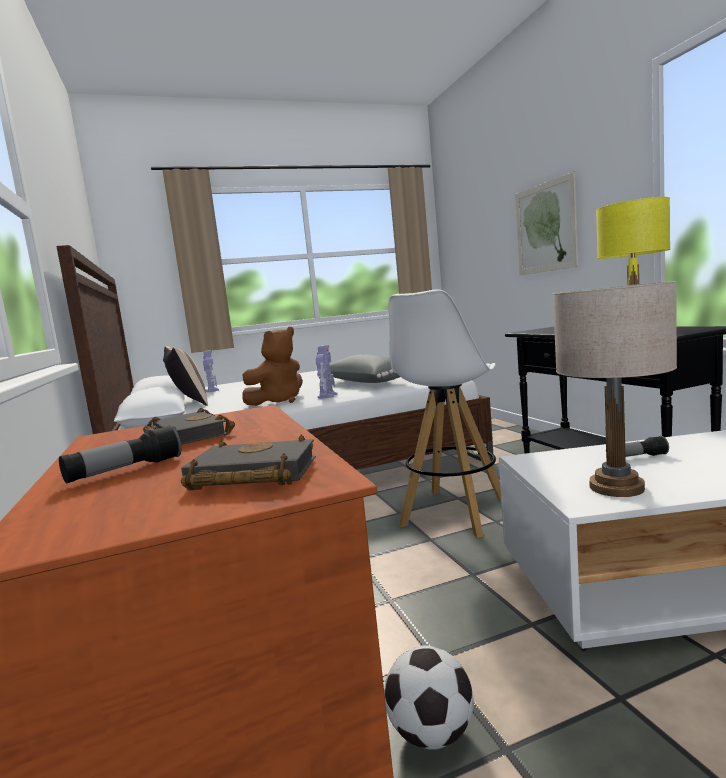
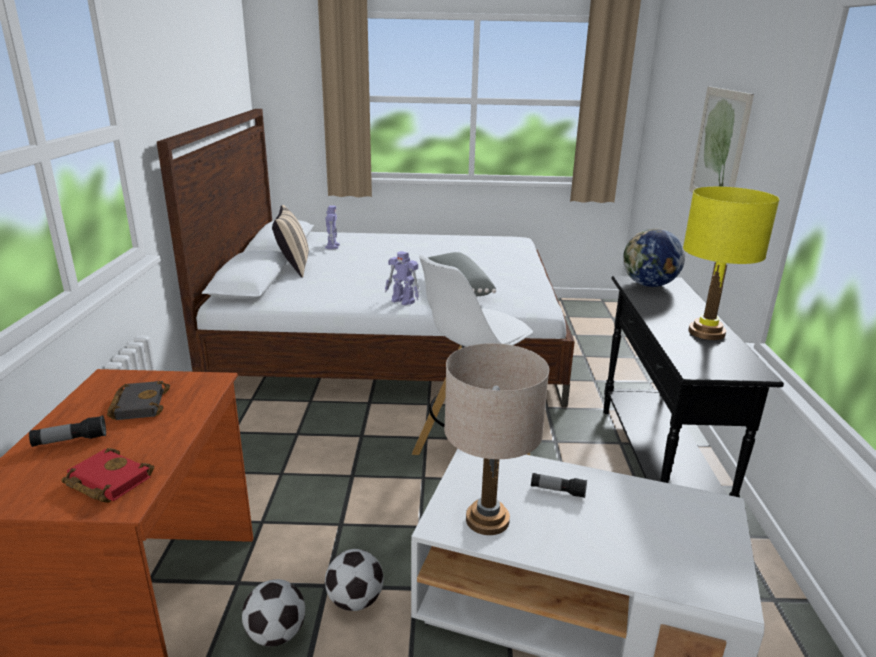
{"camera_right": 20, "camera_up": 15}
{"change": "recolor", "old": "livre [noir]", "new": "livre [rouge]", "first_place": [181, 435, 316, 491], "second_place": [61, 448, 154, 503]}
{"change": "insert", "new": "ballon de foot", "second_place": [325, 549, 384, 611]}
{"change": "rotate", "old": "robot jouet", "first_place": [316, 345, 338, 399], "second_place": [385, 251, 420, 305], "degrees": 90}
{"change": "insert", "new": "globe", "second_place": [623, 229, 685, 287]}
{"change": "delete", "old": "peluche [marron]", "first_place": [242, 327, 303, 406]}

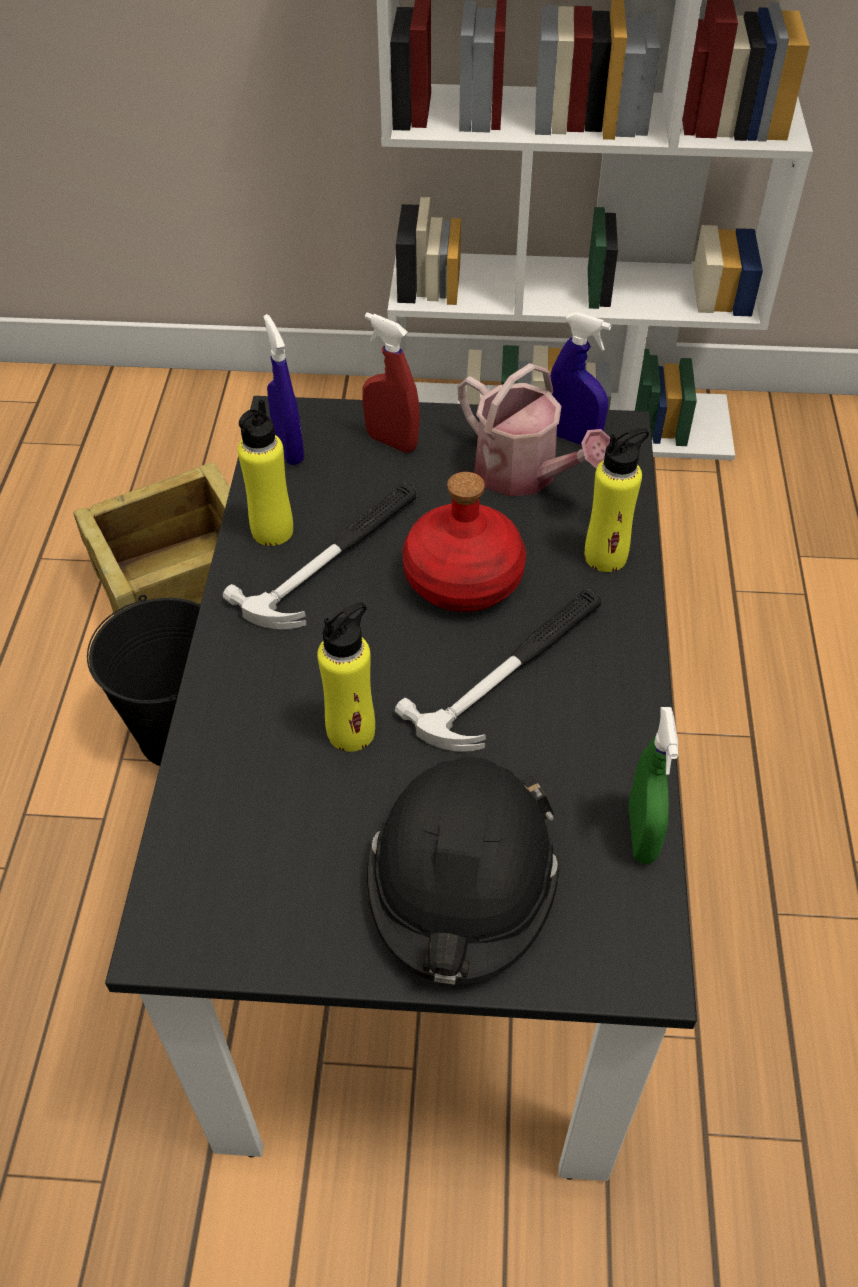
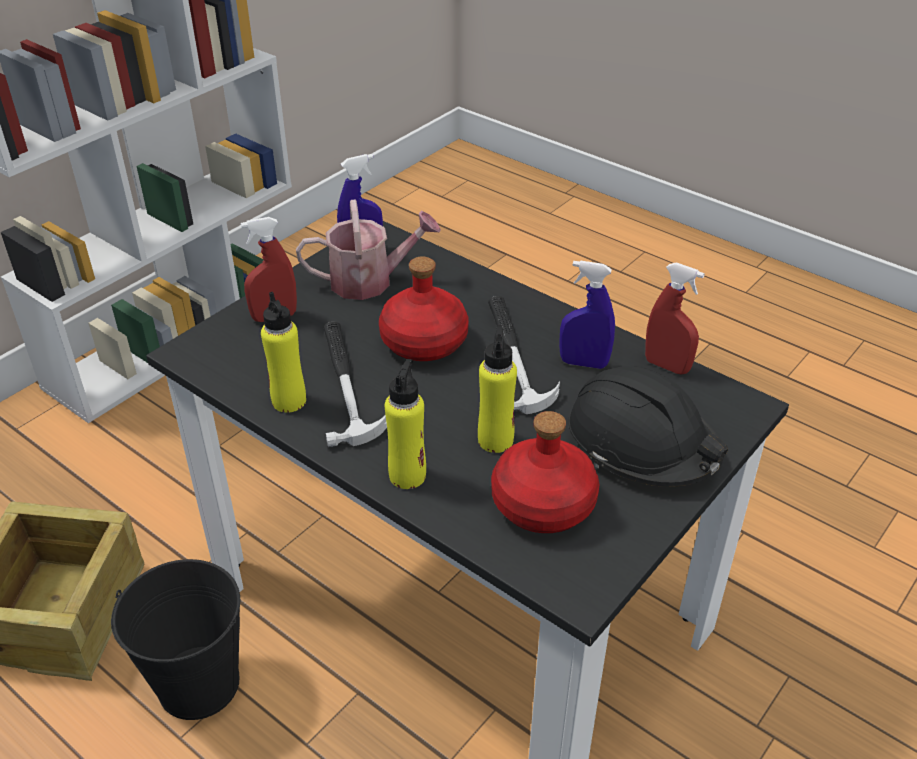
{"camera_right": -55, "camera_up": -10}
{"change": "move", "old": "bouteille [jaune]", "first_place": [585, 428, 649, 572], "second_place": [385, 359, 426, 489]}
{"change": "insert", "new": "bouteille [rouge]", "second_place": [491, 411, 599, 533]}
{"change": "move", "old": "vaporisateur [bleu]", "first_place": [264, 314, 304, 465], "second_place": [559, 260, 615, 369]}
{"change": "recolor", "old": "vaporisateur [vert]", "new": "vaporisateur [rouge]", "first_place": [628, 707, 679, 864], "second_place": [645, 262, 705, 374]}

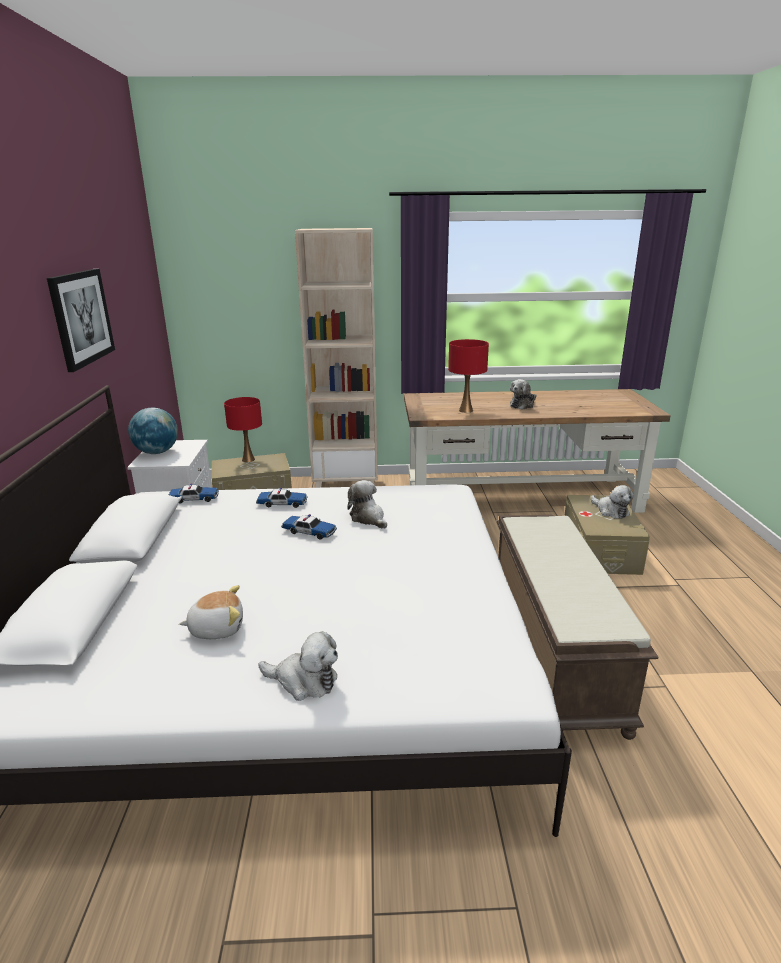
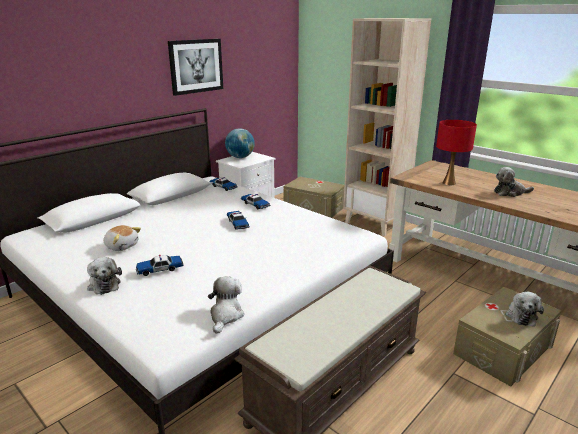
{"camera_right": 45, "camera_up": 0}
{"change": "insert", "new": "petite voiture", "second_place": [136, 255, 183, 276]}
{"change": "move", "old": "peluche", "first_place": [347, 480, 387, 529], "second_place": [208, 276, 244, 334]}
{"change": "delete", "old": "lampe de table [rouge]", "first_place": [224, 397, 262, 462]}

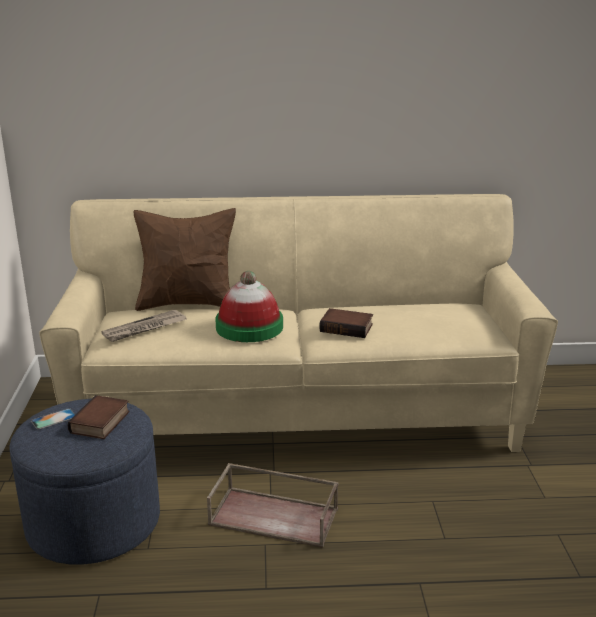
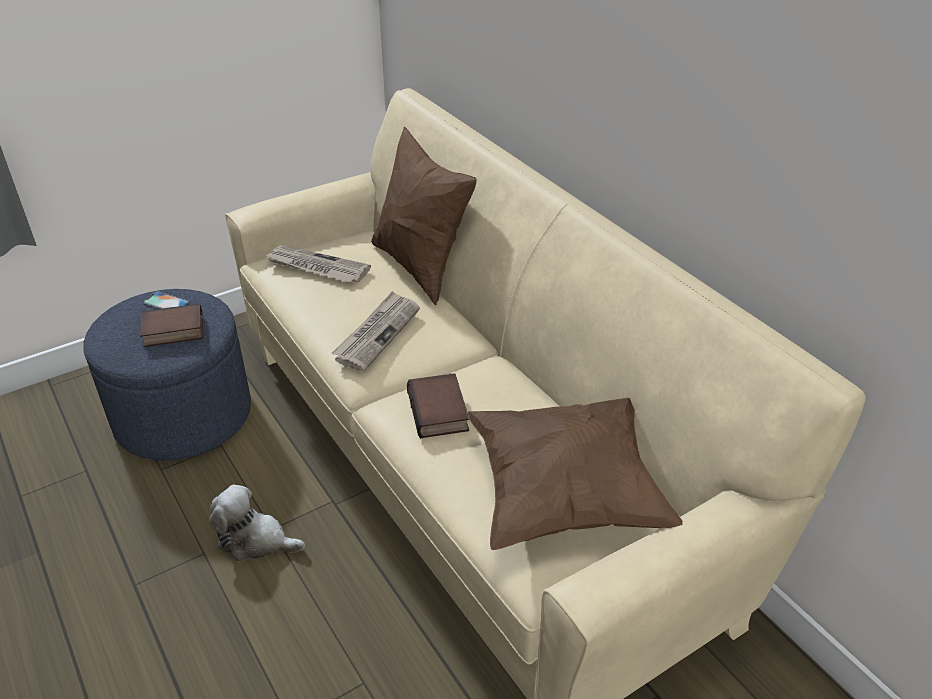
{"camera_right": 60, "camera_up": 15}
{"change": "replace", "old": "plateau [marron]", "new": "peluche", "first_place": [207, 463, 338, 548], "second_place": [209, 485, 305, 561]}
{"change": "replace", "old": "chapeau", "new": "journal", "first_place": [215, 271, 283, 342], "second_place": [332, 291, 420, 371]}
{"change": "insert", "new": "coussin [marron]", "second_place": [466, 398, 683, 550]}

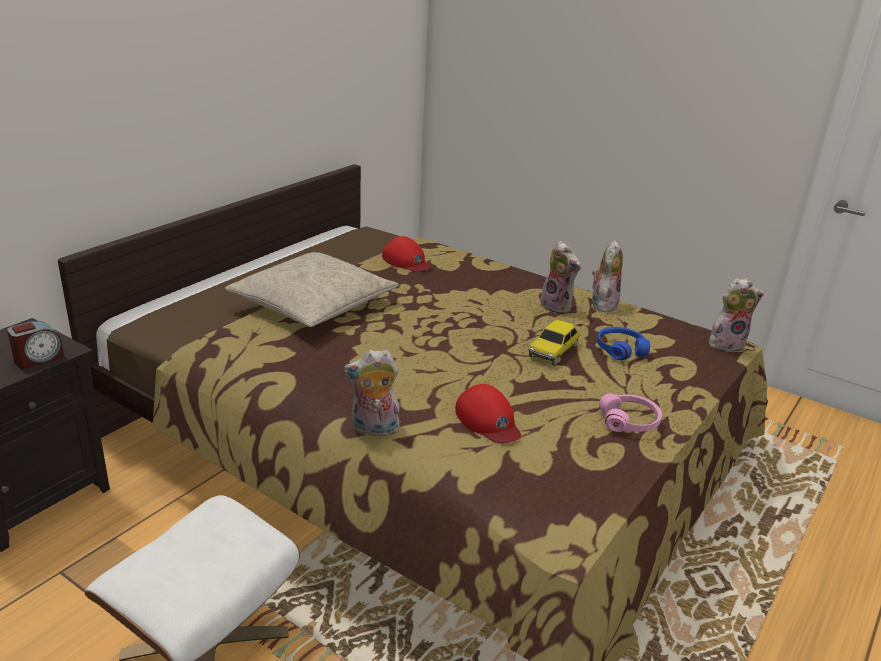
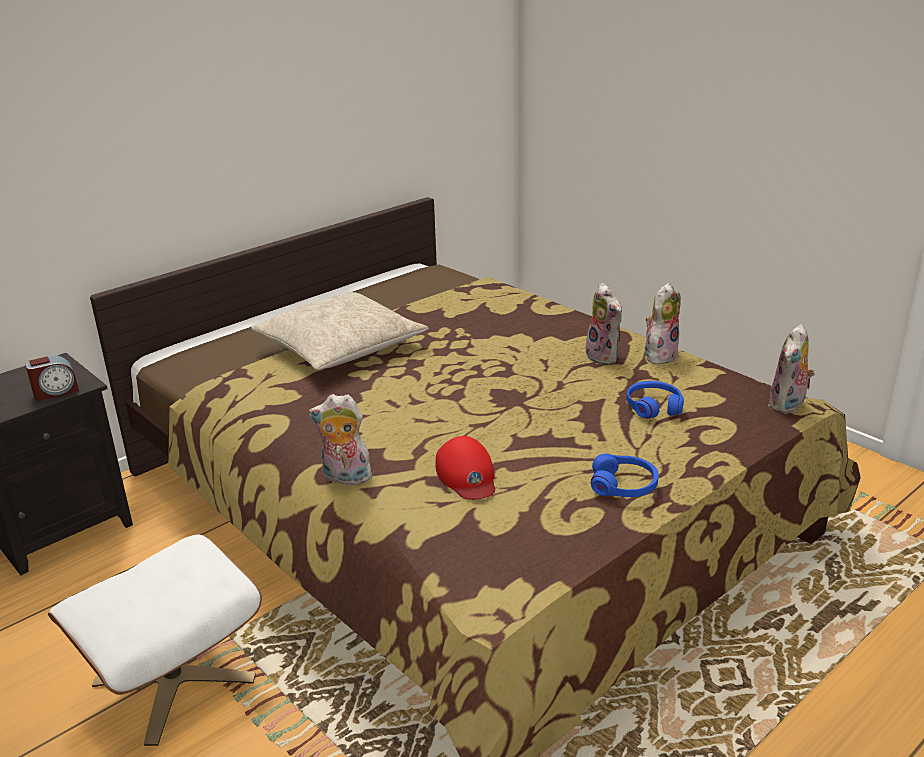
{"camera_right": 15, "camera_up": 0}
{"change": "recolor", "old": "casque audio [rose]", "new": "casque audio [bleu]", "first_place": [599, 393, 662, 432], "second_place": [591, 453, 658, 497]}
{"change": "rotate", "old": "peluche", "first_place": [709, 278, 764, 352], "second_place": [768, 324, 815, 414], "degrees": 120}
{"change": "delete", "old": "casquette [rouge]", "first_place": [382, 236, 432, 272]}
{"change": "delete", "old": "petite voiture", "first_place": [529, 320, 580, 366]}

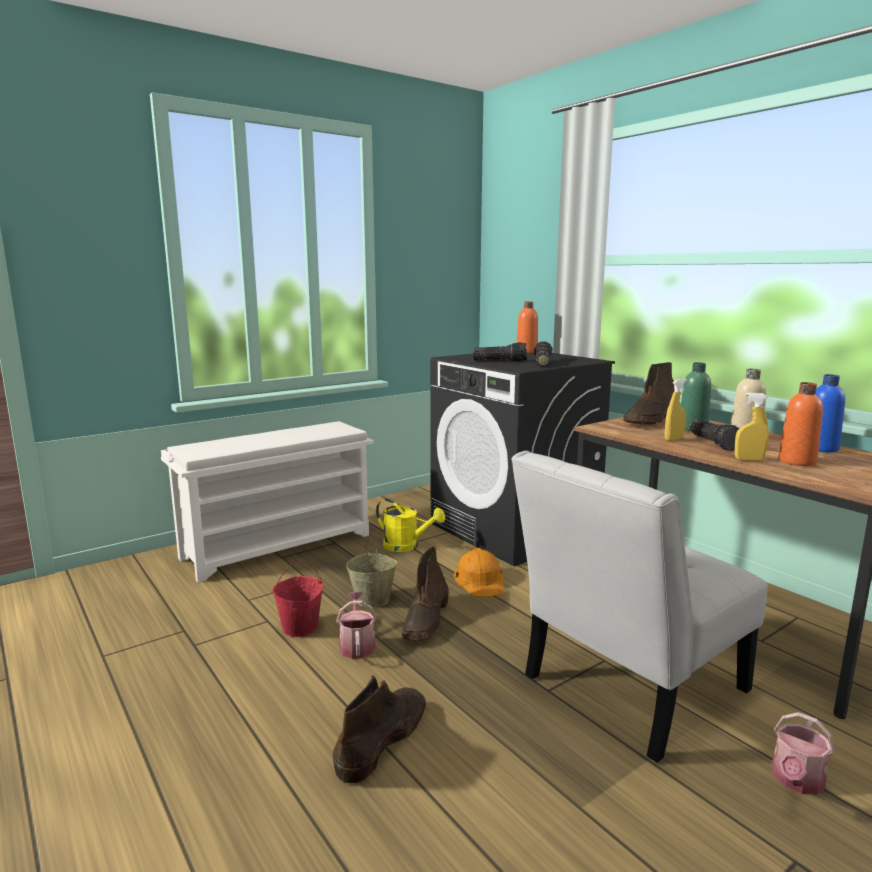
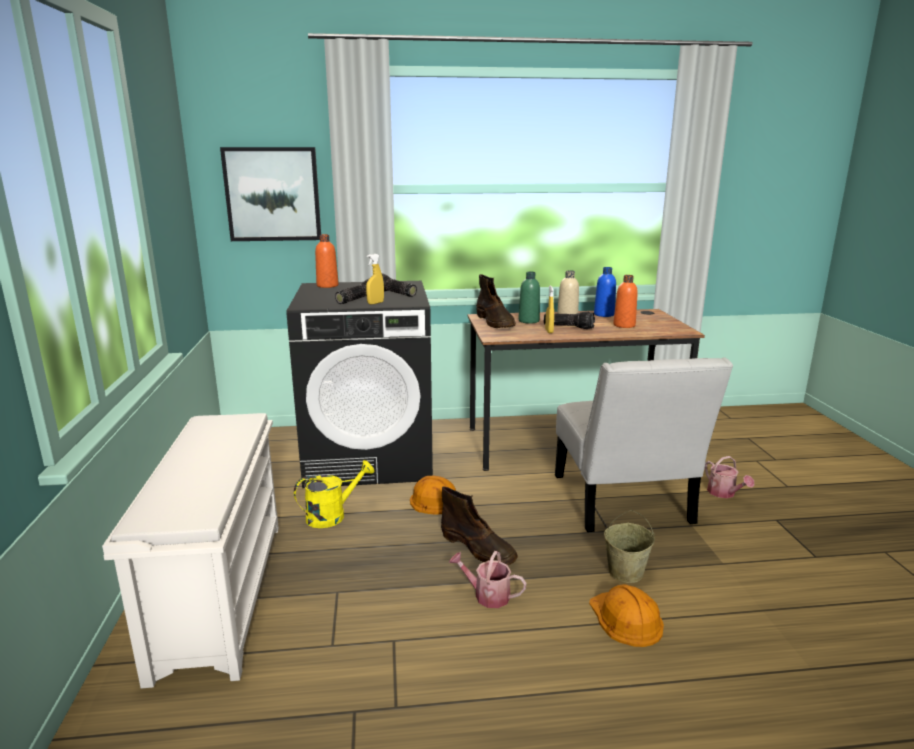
{"camera_right": -60, "camera_up": 5}
{"change": "insert", "new": "tableau", "second_place": [220, 147, 321, 241]}
{"change": "move", "old": "vaporisateur [jaune]", "first_place": [734, 392, 769, 461], "second_place": [366, 254, 384, 305]}
{"change": "replace", "old": "botte [marron]", "new": "casque de chantier [orange]", "first_place": [333, 675, 426, 783], "second_place": [589, 584, 664, 647]}
{"change": "move", "old": "seau [beige]", "first_place": [346, 537, 398, 608], "second_place": [604, 510, 655, 583]}
{"change": "delete", "old": "seau [rouge]", "first_place": [272, 560, 323, 637]}

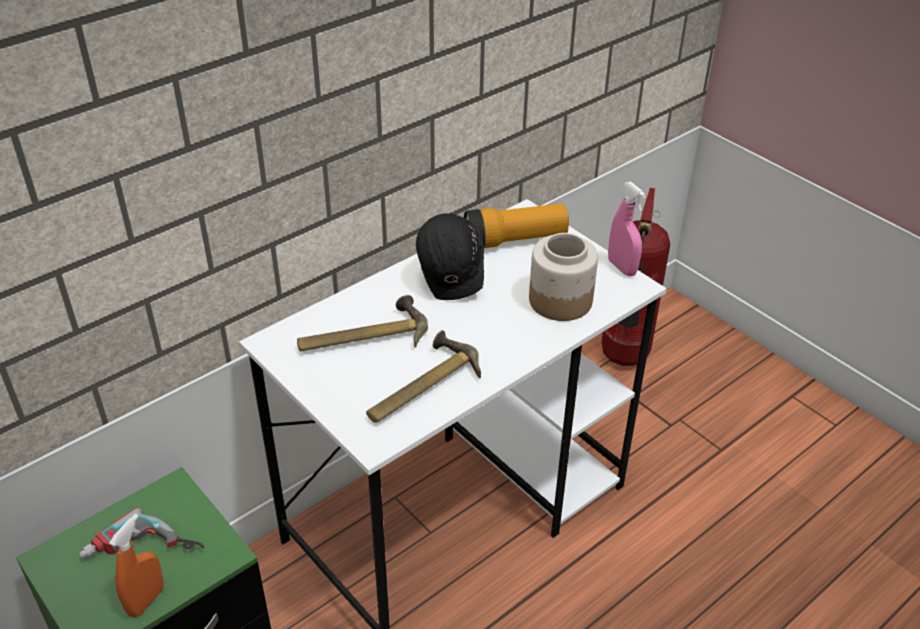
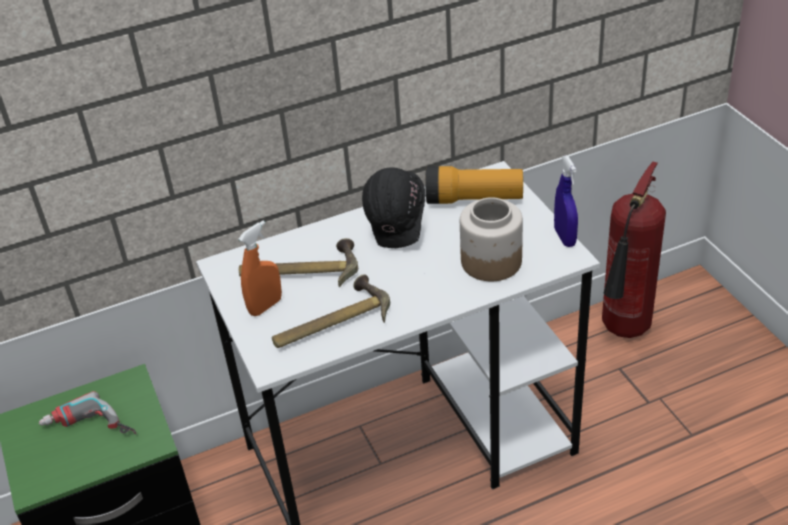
{"camera_right": 20, "camera_up": 0}
{"change": "move", "old": "vaporisateur [orange]", "first_place": [109, 514, 164, 617], "second_place": [238, 221, 282, 316]}
{"change": "recolor", "old": "vaporisateur [rose]", "new": "vaporisateur [bleu]", "first_place": [608, 182, 646, 276], "second_place": [554, 155, 578, 247]}

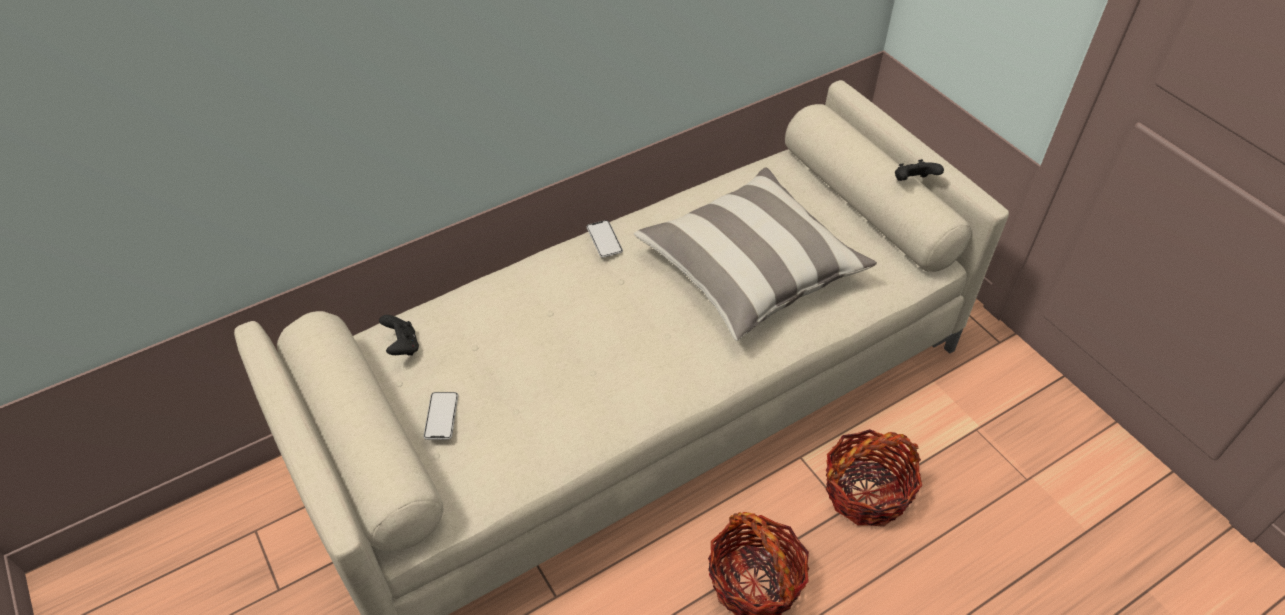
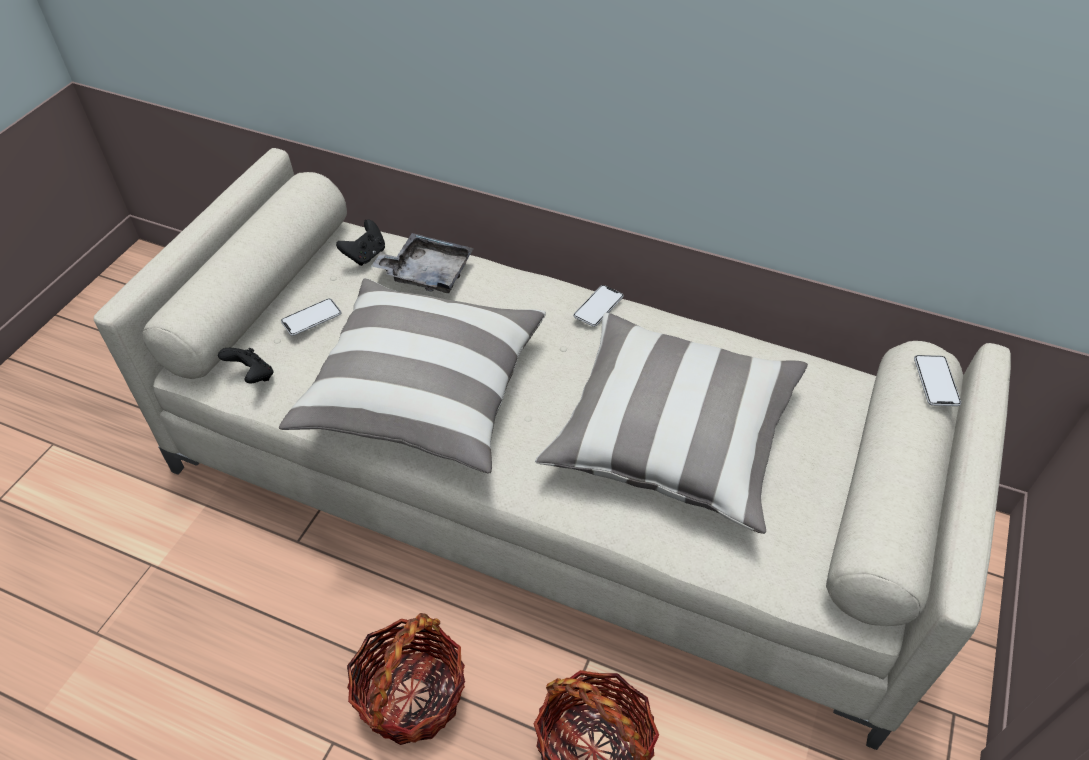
{"camera_right": 55, "camera_up": 0}
{"change": "move", "old": "manette [noir]", "first_place": [895, 159, 944, 181], "second_place": [218, 348, 274, 383]}
{"change": "insert", "new": "coussin", "second_place": [279, 278, 546, 474]}
{"change": "insert", "new": "plateau [gris]", "second_place": [371, 233, 474, 293]}
{"change": "insert", "new": "téléphone", "second_place": [914, 355, 961, 406]}

